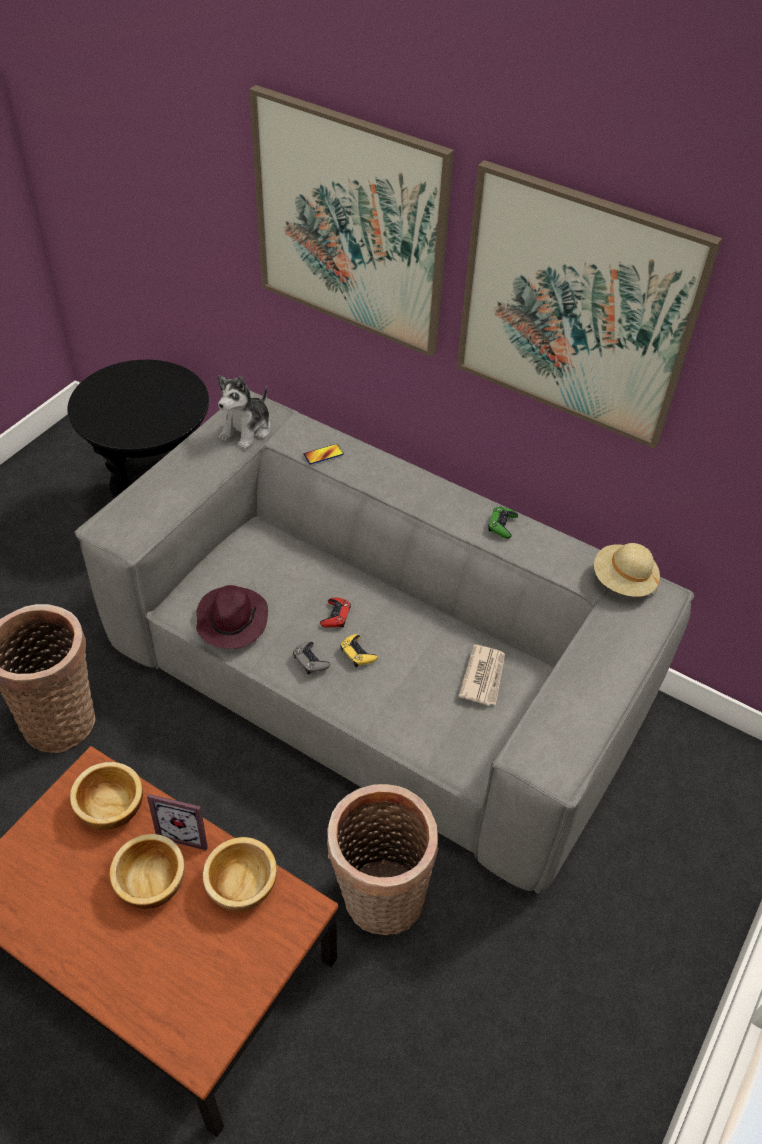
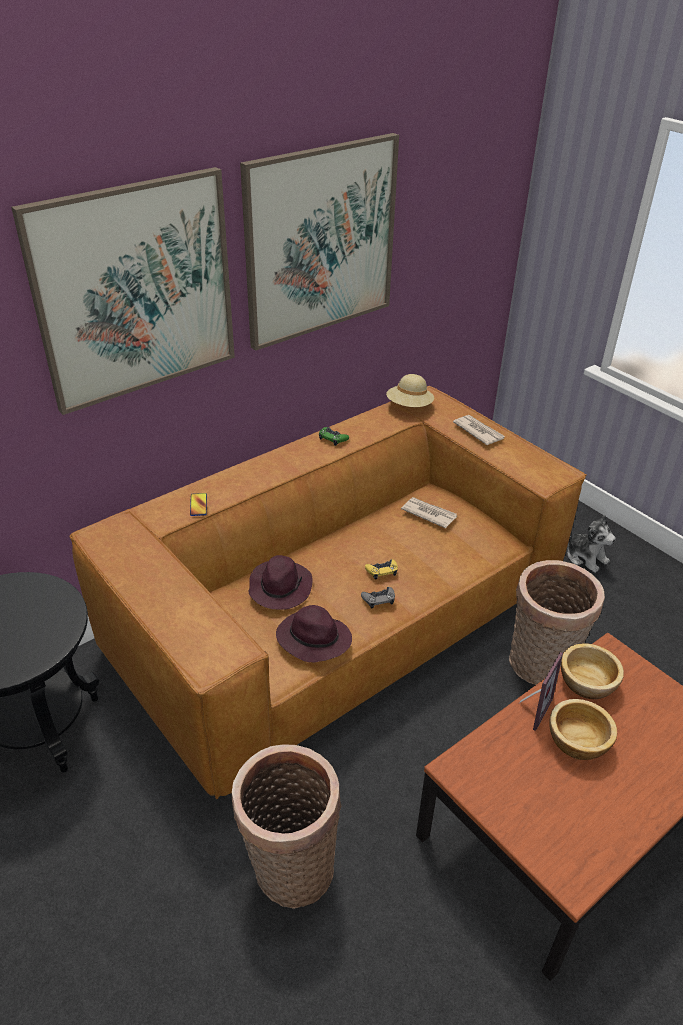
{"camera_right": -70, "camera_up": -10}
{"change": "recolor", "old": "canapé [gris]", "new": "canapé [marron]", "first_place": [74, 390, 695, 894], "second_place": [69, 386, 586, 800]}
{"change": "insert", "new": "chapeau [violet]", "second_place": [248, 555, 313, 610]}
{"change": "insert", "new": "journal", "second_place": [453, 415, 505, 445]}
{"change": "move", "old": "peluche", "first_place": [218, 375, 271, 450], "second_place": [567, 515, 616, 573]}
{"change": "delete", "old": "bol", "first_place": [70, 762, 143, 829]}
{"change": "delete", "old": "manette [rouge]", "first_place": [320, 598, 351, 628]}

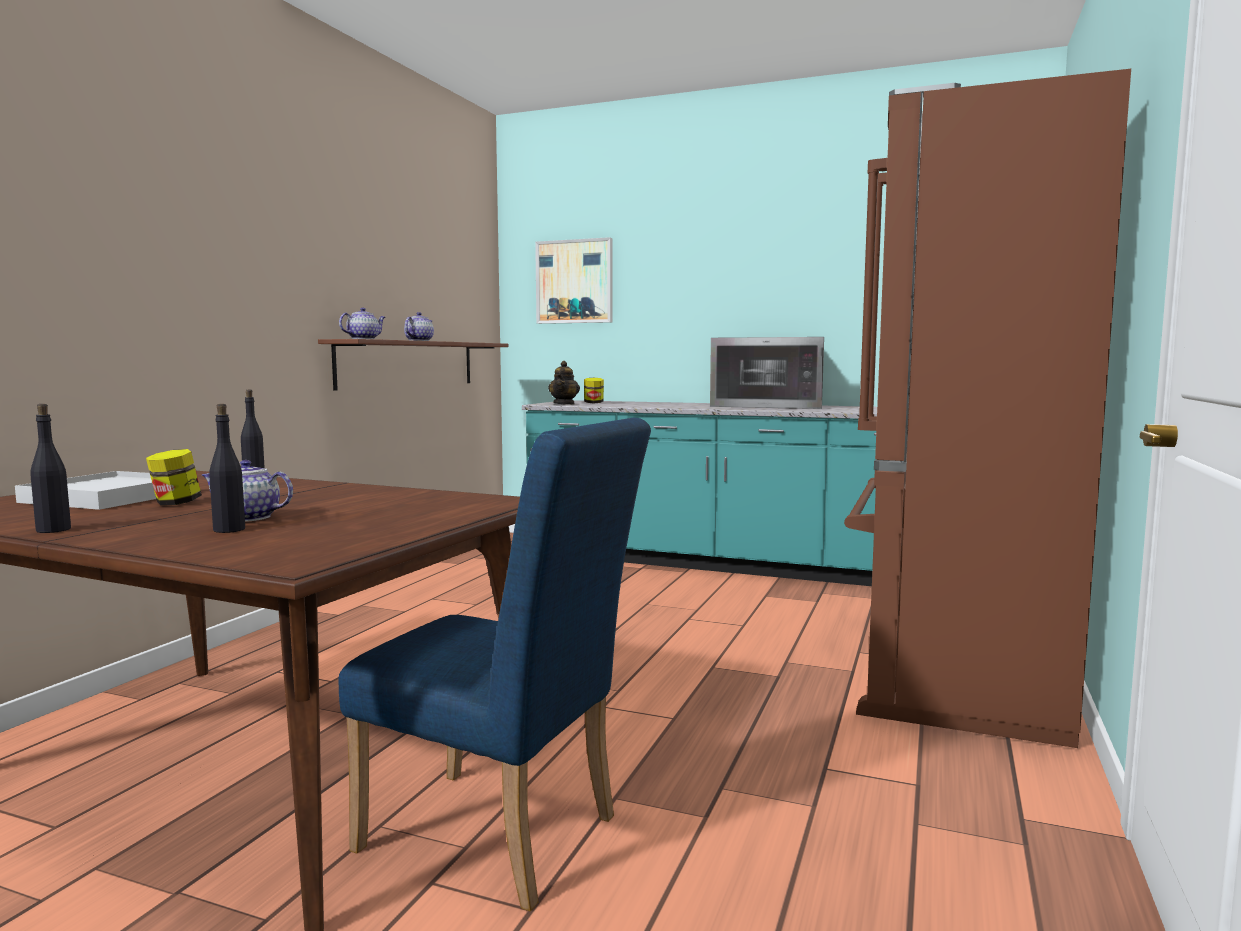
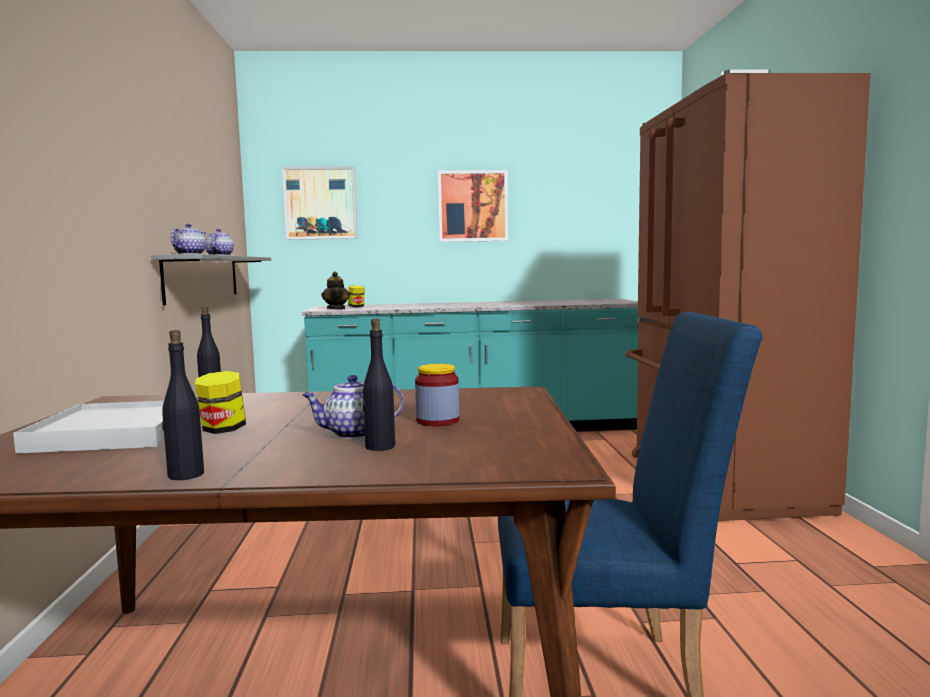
{"camera_right": -25, "camera_up": 0}
{"change": "recolor", "old": "étagère [marron]", "new": "étagère [gris]", "first_place": [318, 339, 508, 391], "second_place": [151, 254, 271, 306]}
{"change": "insert", "new": "bocal", "second_place": [415, 364, 459, 426]}
{"change": "insert", "new": "tableau", "second_place": [438, 170, 508, 242]}
{"change": "delete", "old": "micro-ondes", "first_place": [710, 337, 824, 409]}

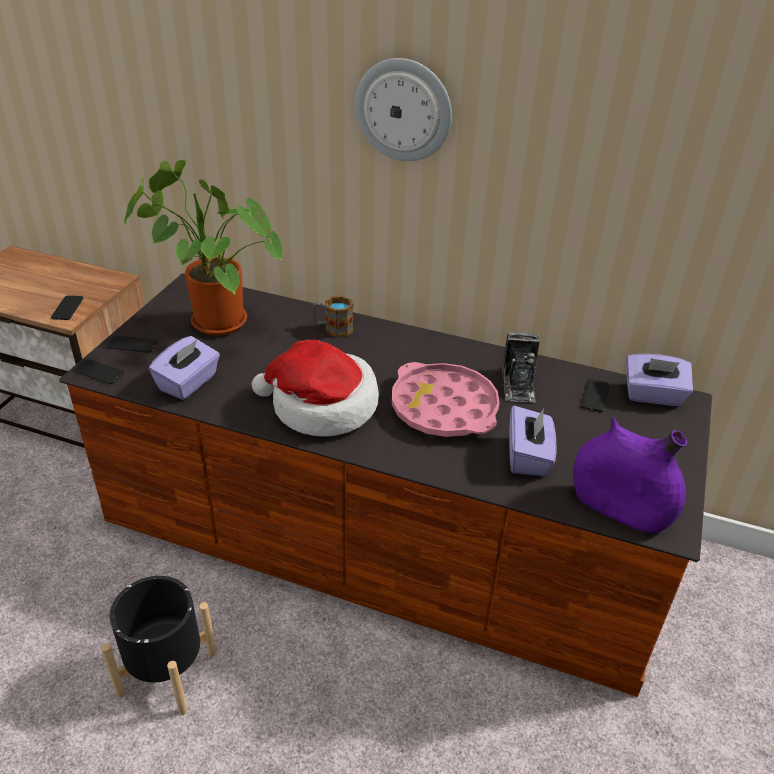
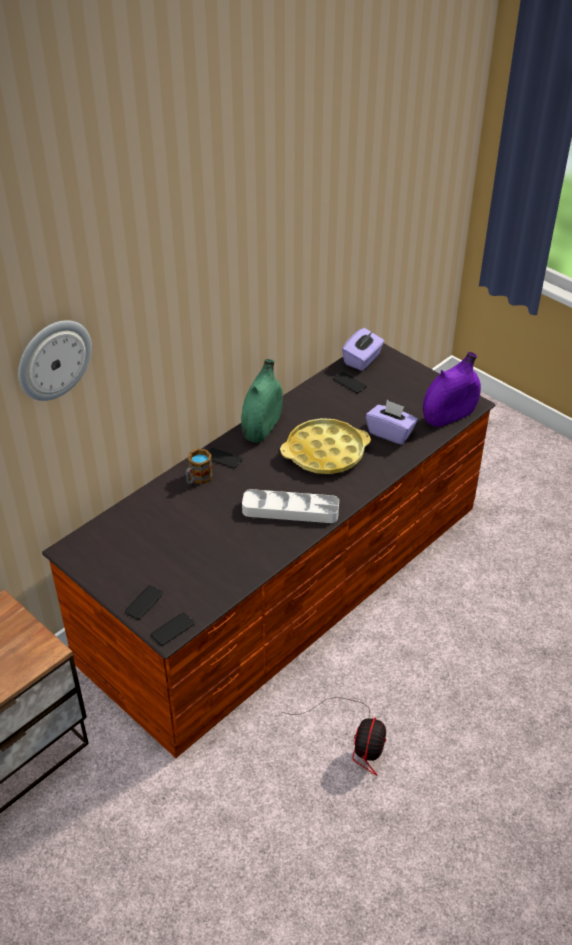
{"camera_right": -65, "camera_up": 5}
{"change": "move", "old": "horloge murale", "first_place": [355, 58, 452, 161], "second_place": [18, 320, 92, 401]}
{"change": "move", "old": "téléphone", "first_place": [51, 295, 83, 320], "second_place": [209, 448, 242, 468]}
{"change": "insert", "new": "vase [vert]", "second_place": [241, 359, 283, 443]}
{"change": "replace", "old": "chapeau", "new": "plateau [gris]", "first_place": [252, 340, 379, 436], "second_place": [242, 489, 339, 523]}
{"change": "recolor", "old": "plateau [rose]", "new": "plateau [jaune]", "first_place": [392, 362, 500, 437], "second_place": [280, 418, 371, 474]}
{"change": "replace", "old": "cache-pot [noir]", "new": "ventilateur", "first_place": [101, 576, 217, 715], "second_place": [282, 697, 386, 776]}
{"change": "delete", "old": "plante en pot", "first_place": [124, 160, 283, 336]}
{"change": "delete", "old": "boîte à mouchoirs [violet]", "first_place": [149, 336, 220, 400]}
{"change": "delete", "old": "appareil photo", "first_place": [502, 332, 540, 403]}

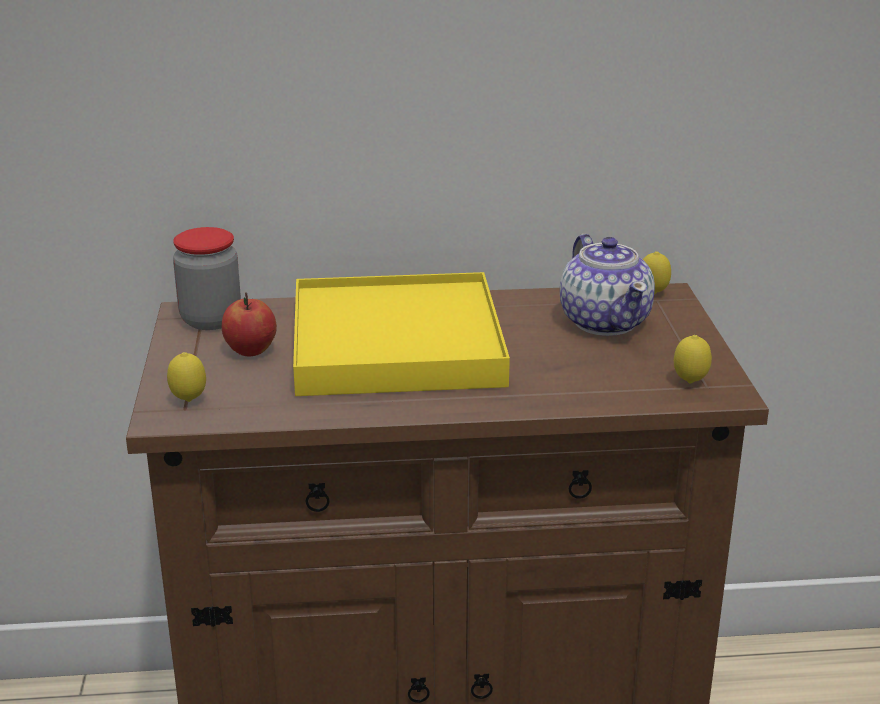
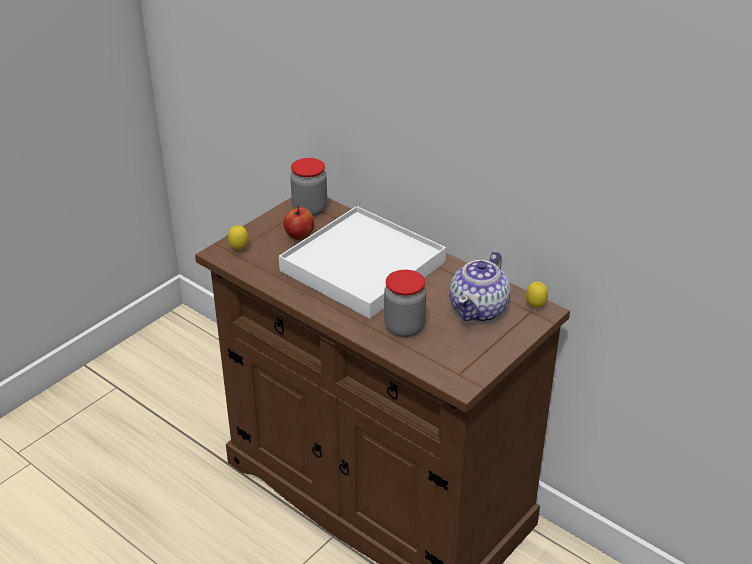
{"camera_right": 45, "camera_up": 10}
{"change": "recolor", "old": "plateau [jaune]", "new": "plateau [blanc]", "first_place": [293, 272, 510, 396], "second_place": [279, 206, 446, 319]}
{"change": "insert", "new": "bocal", "second_place": [384, 270, 426, 337]}
{"change": "delete", "old": "citron", "first_place": [674, 335, 712, 383]}

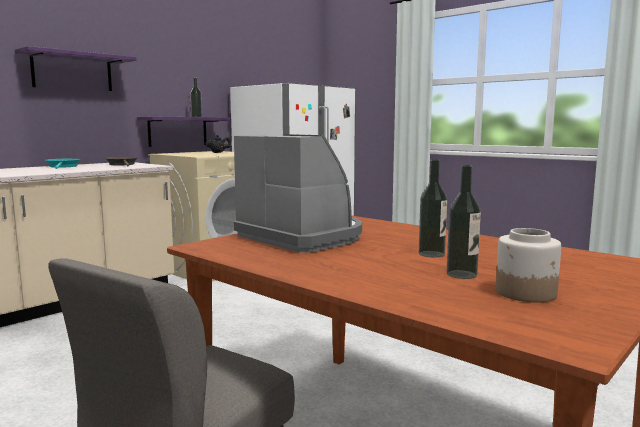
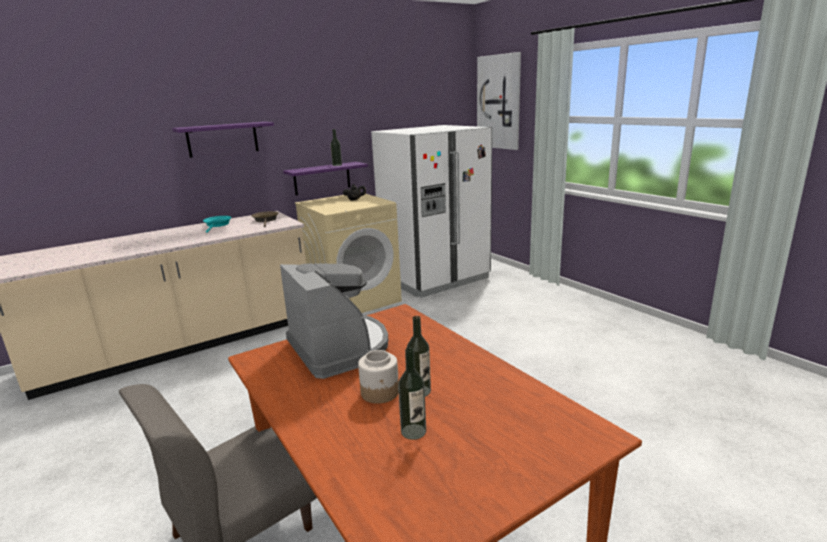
{"camera_right": 15, "camera_up": 10}
{"change": "move", "old": "bocal", "first_place": [496, 228, 561, 302], "second_place": [358, 350, 399, 404]}
{"change": "insert", "new": "tableau", "second_place": [477, 52, 521, 150]}

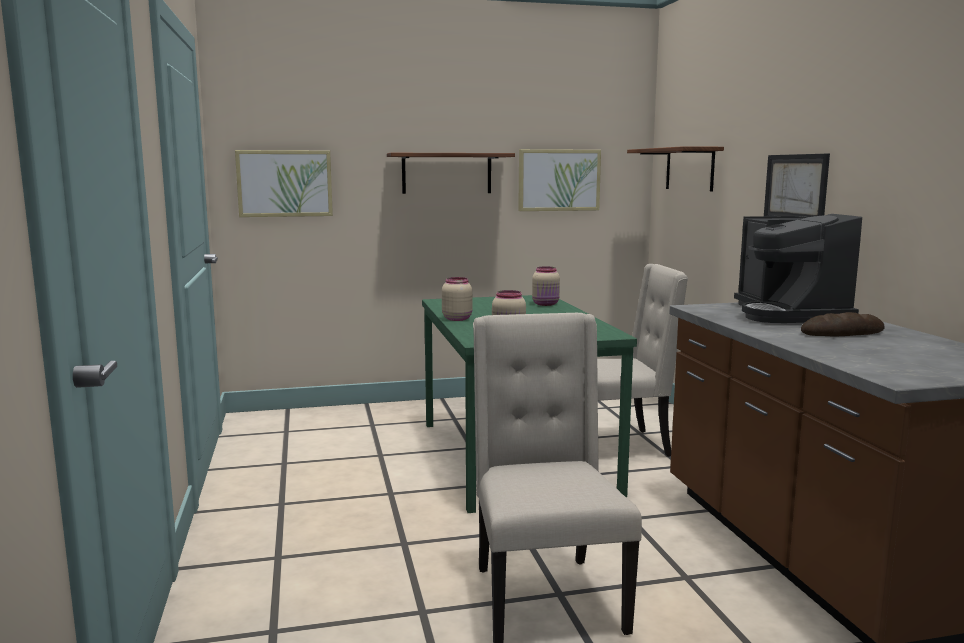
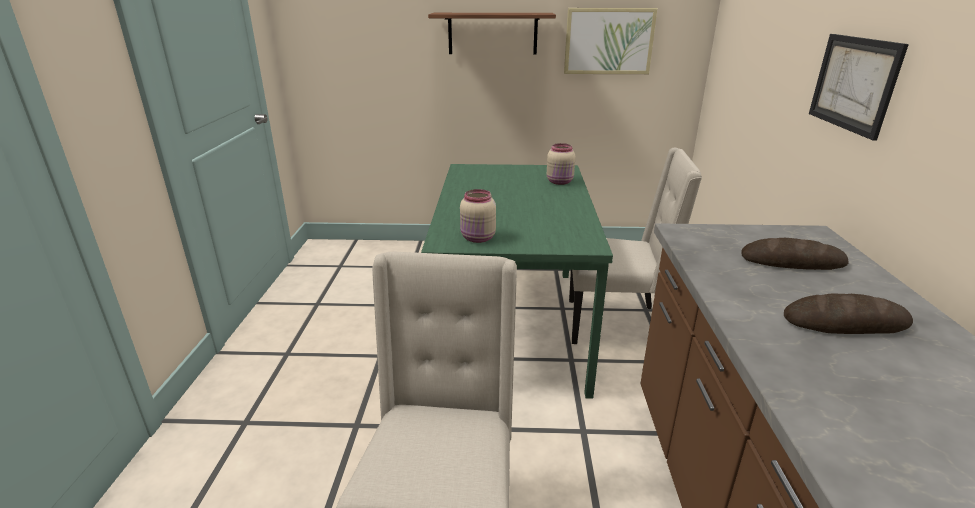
{"camera_right": 15, "camera_up": 15}
{"change": "replace", "old": "machine à café", "new": "pain", "first_place": [734, 214, 862, 323], "second_place": [742, 238, 848, 270]}
{"change": "delete", "old": "tableau", "first_place": [235, 150, 333, 217]}
{"change": "delete", "old": "bocal [beige]", "first_place": [442, 277, 472, 321]}
{"change": "delete", "old": "étagère", "first_place": [627, 146, 724, 191]}

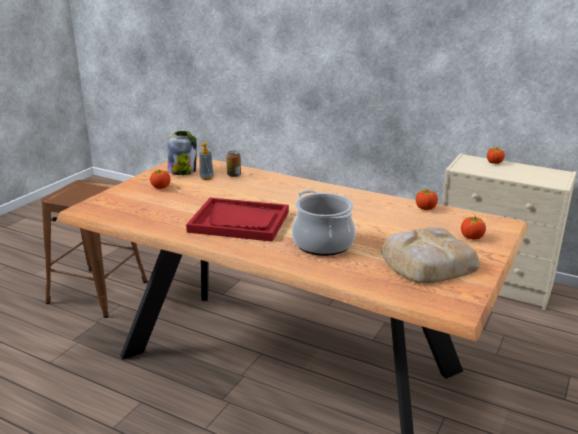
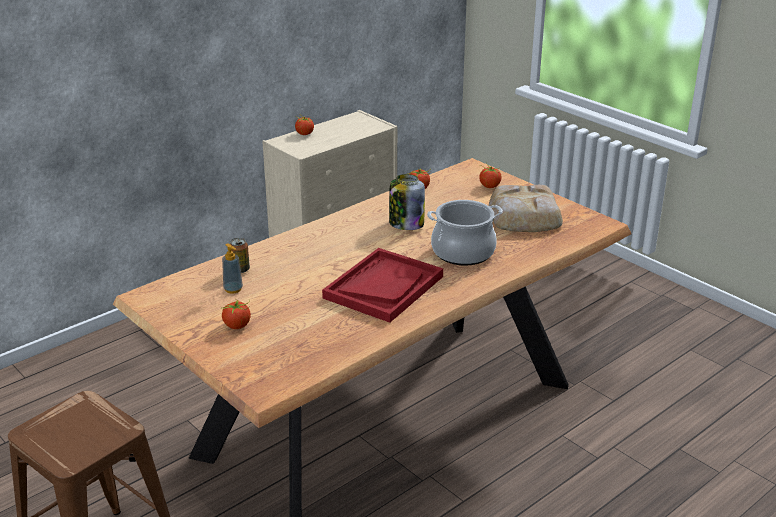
{"camera_right": -70, "camera_up": 5}
{"change": "move", "old": "bocal", "first_place": [168, 131, 197, 175], "second_place": [389, 174, 425, 230]}

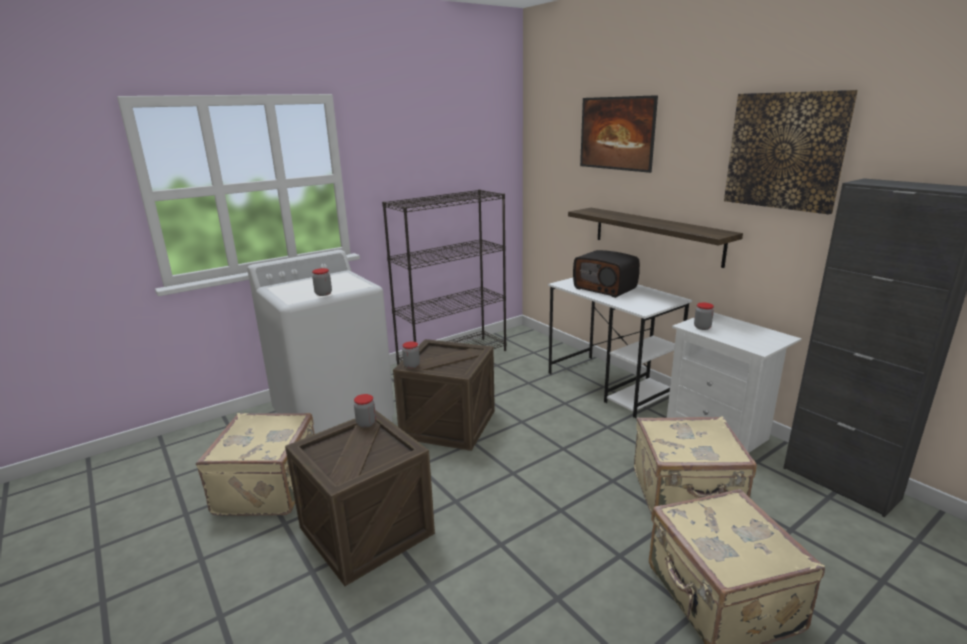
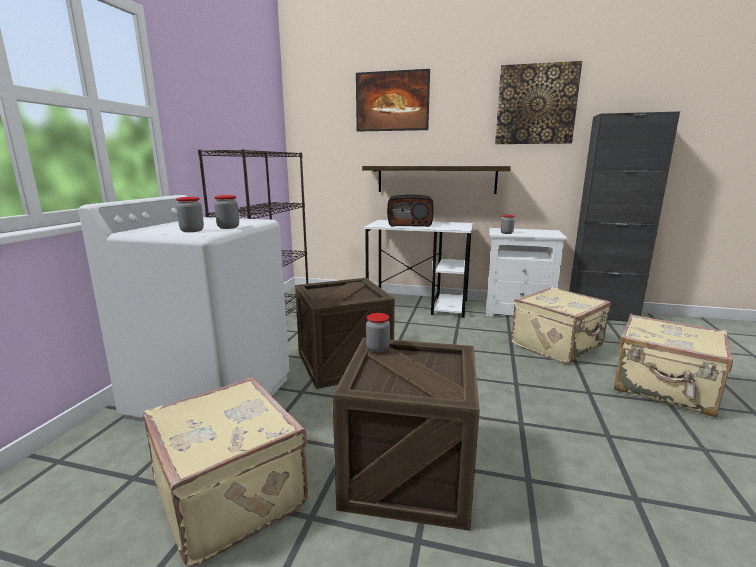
{"camera_right": -40, "camera_up": -5}
{"change": "move", "old": "bocal", "first_place": [402, 341, 420, 368], "second_place": [176, 197, 204, 232]}

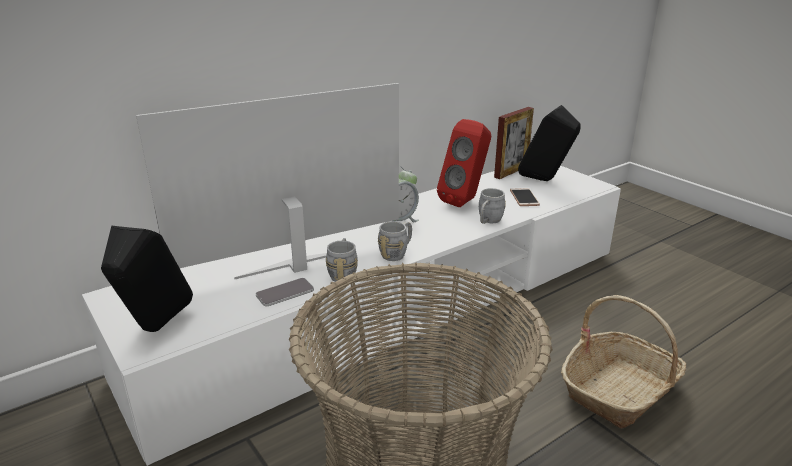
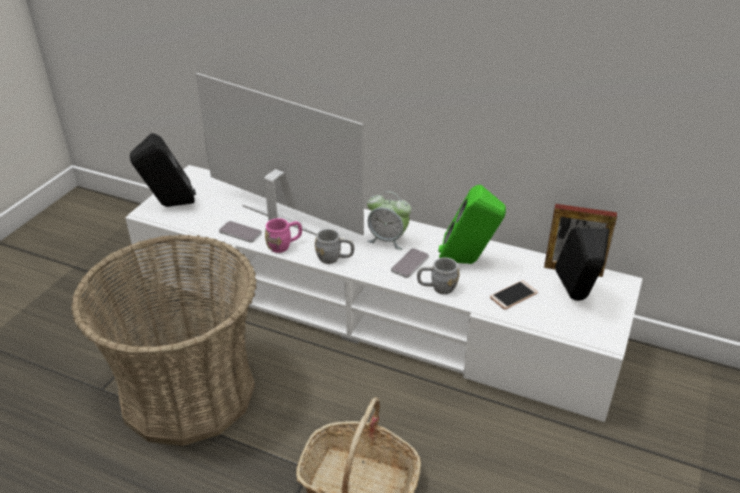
{"camera_right": 60, "camera_up": 10}
{"change": "recolor", "old": "mug [gris]", "new": "mug [rose]", "first_place": [326, 238, 358, 282], "second_place": [265, 218, 302, 253]}
{"change": "insert", "new": "téléphone", "second_place": [391, 248, 429, 278]}
{"change": "recolor", "old": "enceinte [rouge]", "new": "enceinte [vert]", "first_place": [437, 119, 491, 207], "second_place": [438, 185, 506, 264]}

